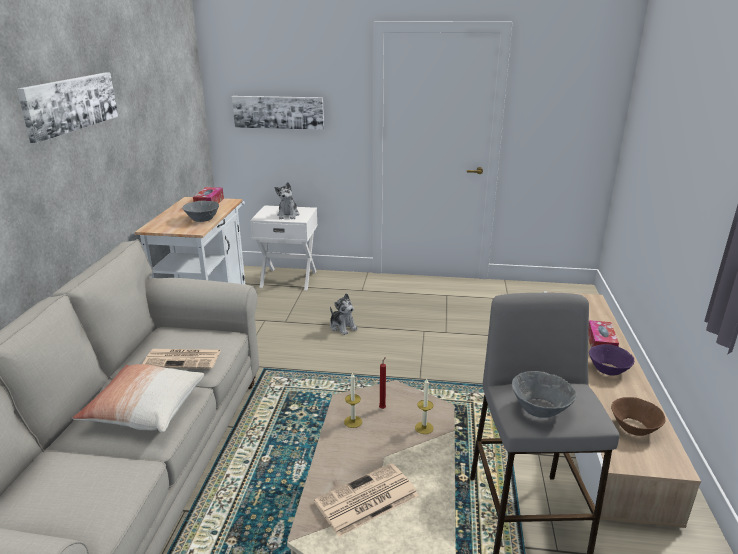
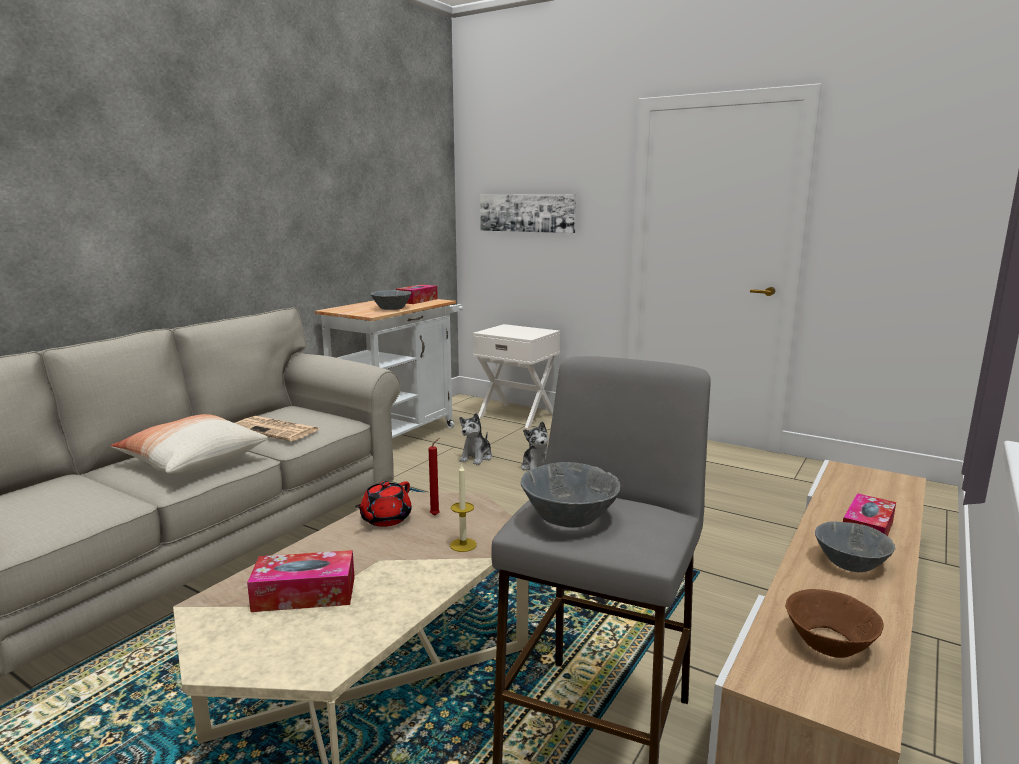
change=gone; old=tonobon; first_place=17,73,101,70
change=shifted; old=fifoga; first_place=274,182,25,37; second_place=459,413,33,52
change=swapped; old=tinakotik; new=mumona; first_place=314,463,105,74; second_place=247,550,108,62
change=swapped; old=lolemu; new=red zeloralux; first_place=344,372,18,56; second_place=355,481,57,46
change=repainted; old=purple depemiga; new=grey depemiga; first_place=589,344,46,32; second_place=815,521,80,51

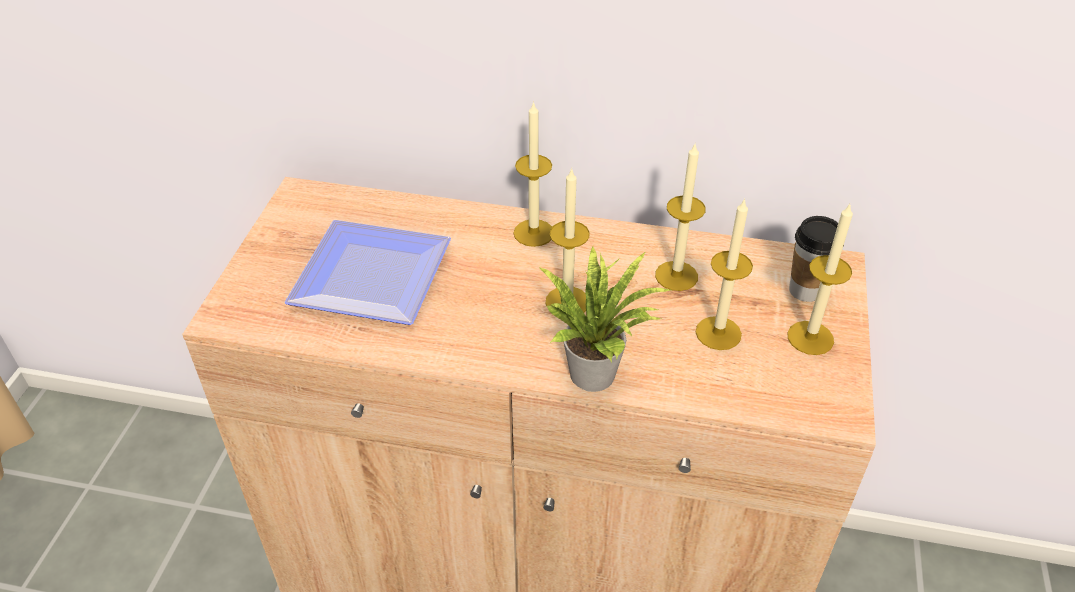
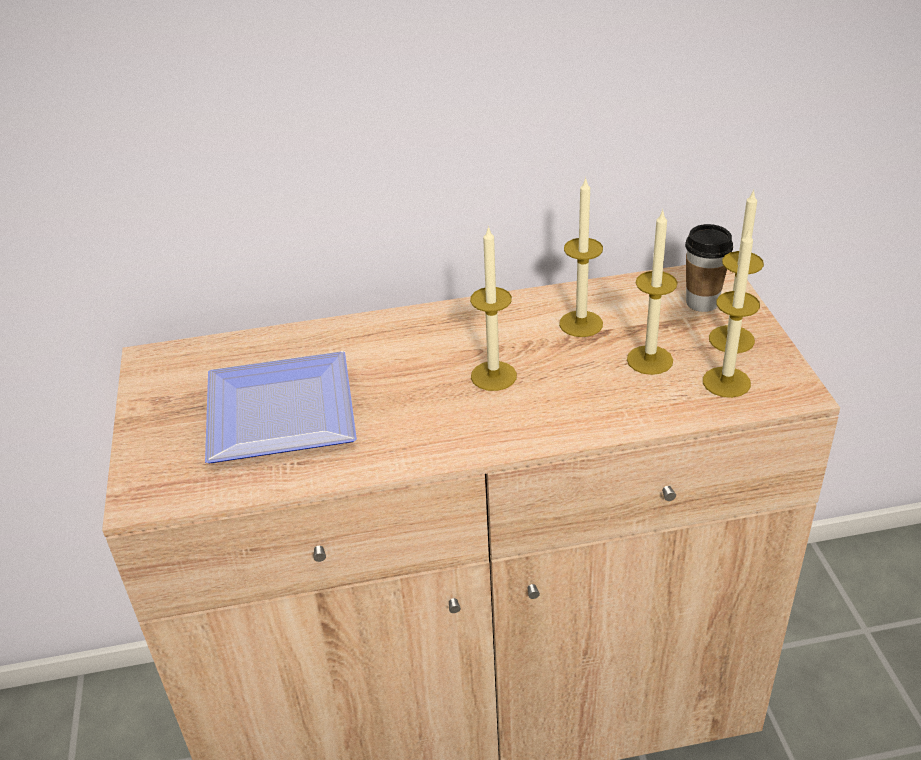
change=gone; old=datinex; first_place=538,245,135,147
change=shifted; old=lolemu; first_place=513,101,39,146; second_place=703,230,57,168

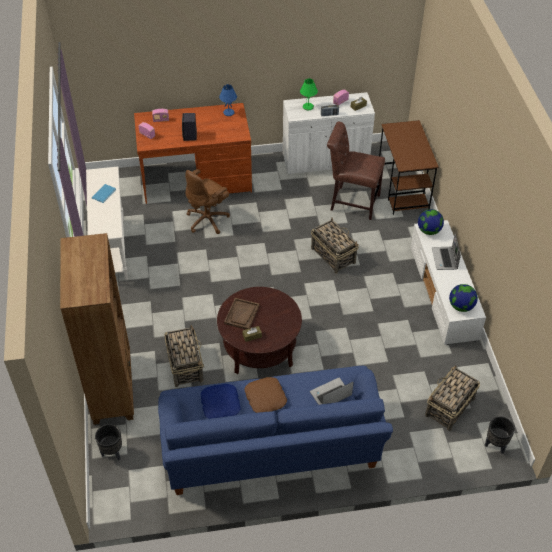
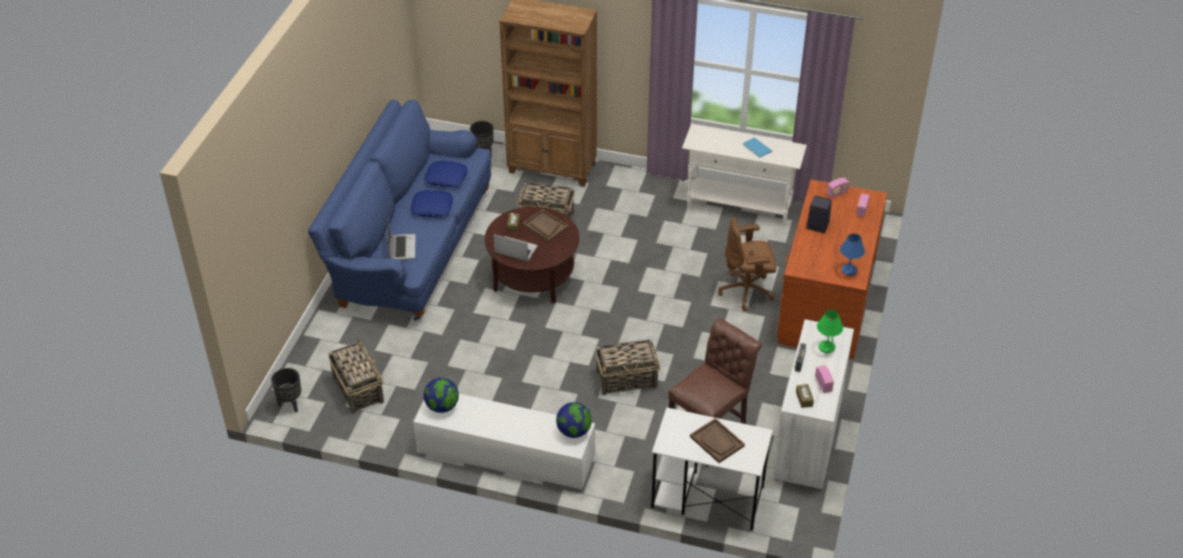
change=new; new=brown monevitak; second_place=690,418,55,45
change=shifted; old=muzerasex; first_place=432,234,29,36; second_place=493,234,45,27
change=repainted; old=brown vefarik; new=blue vefarik; first_place=244,377,43,36; second_place=411,190,42,27
change=repainted; old=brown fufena; new=white fufena; first_place=379,120,60,95; second_place=651,407,122,124
change=rotated; old=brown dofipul; first_place=185,169,45,65; second_place=718,217,59,95; degrees=-75

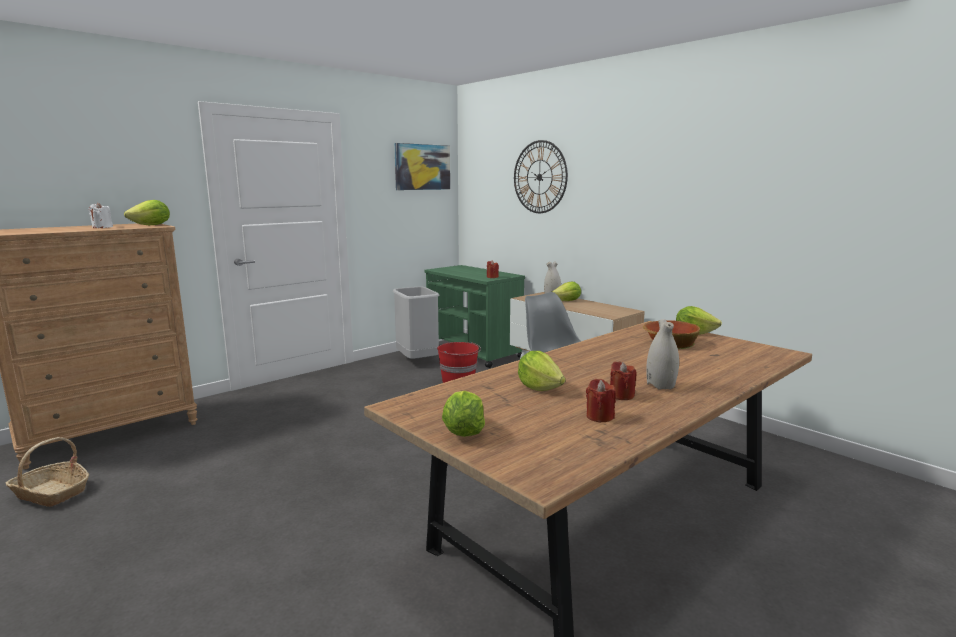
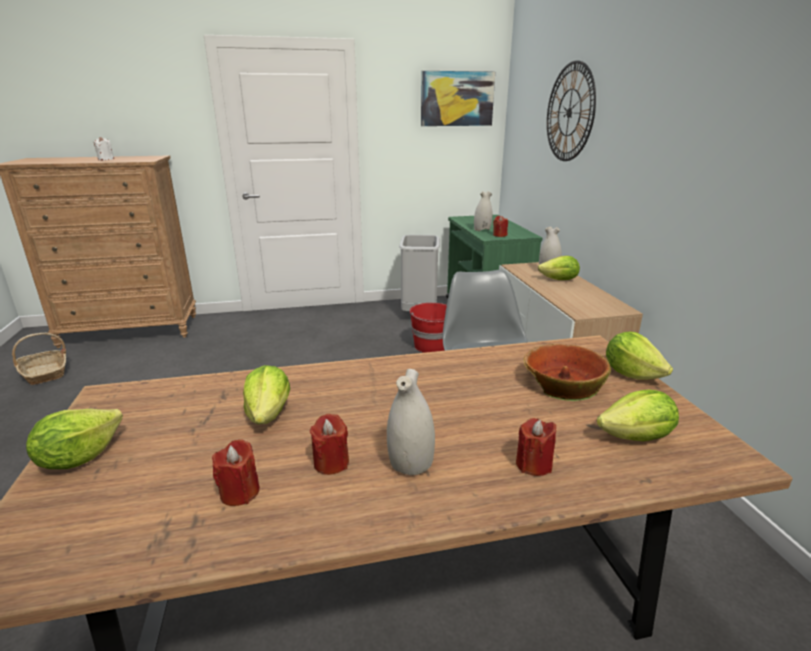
change=new; new=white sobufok; second_place=474,191,19,40
change=new; new=red lolemu; second_place=516,418,40,58
change=shifted; old=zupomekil; first_place=124,200,46,25; second_place=597,390,82,52

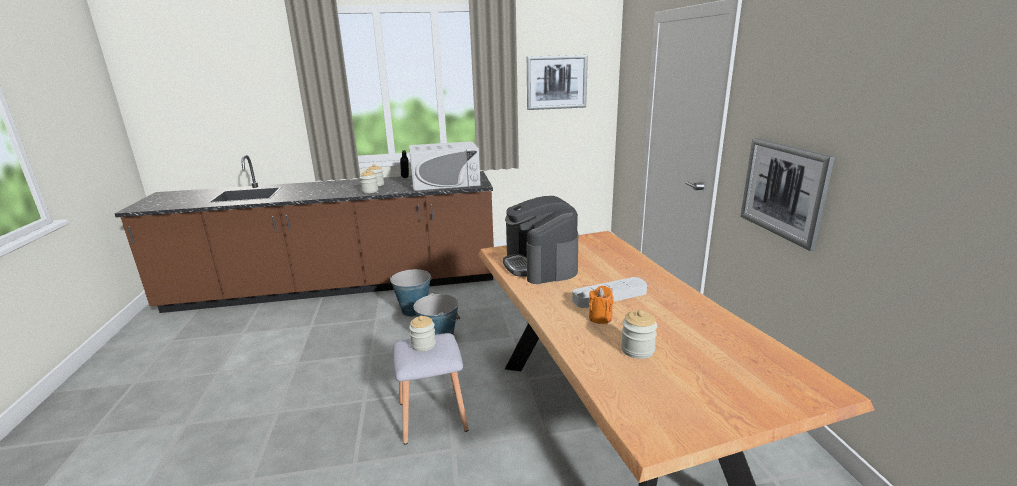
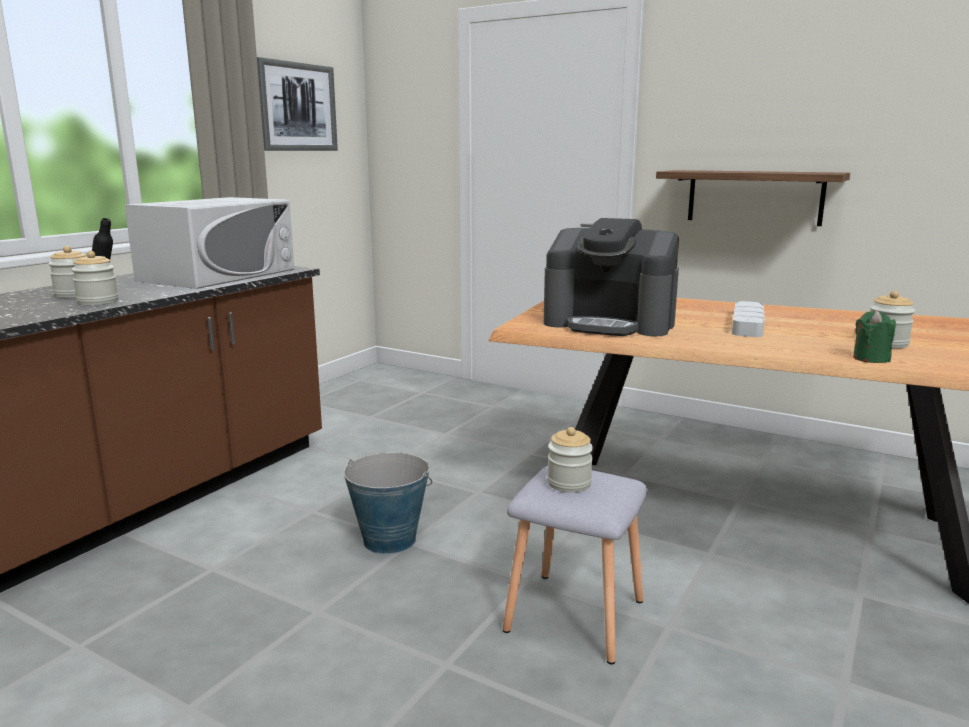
change=gone; old=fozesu; first_place=390,269,42,48
change=gone; old=orange lolemu; first_place=589,286,25,38
change=new; new=green lolemu; second_place=853,310,43,53
change=swapped; old=tonobon; new=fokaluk; first_place=740,138,95,113; second_place=656,170,194,56

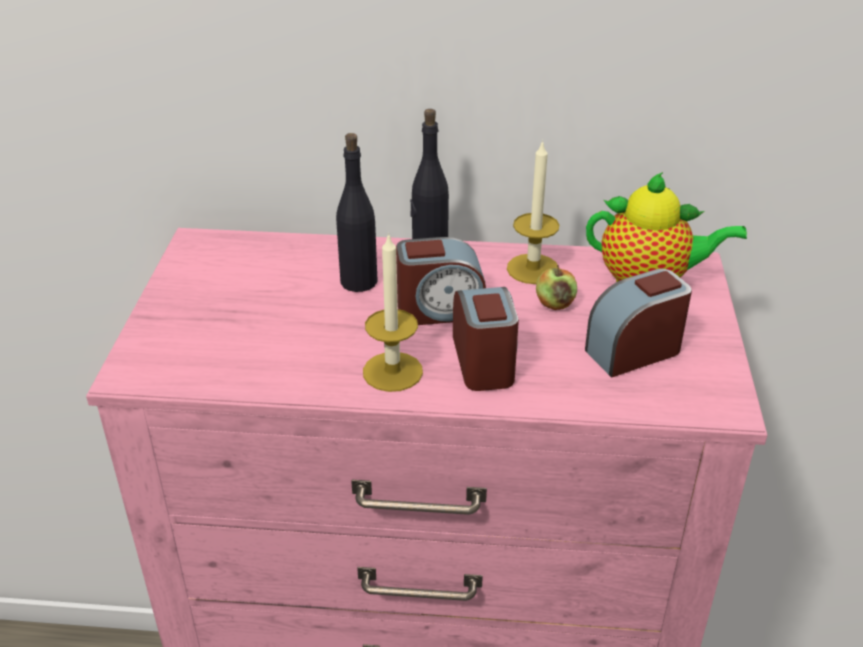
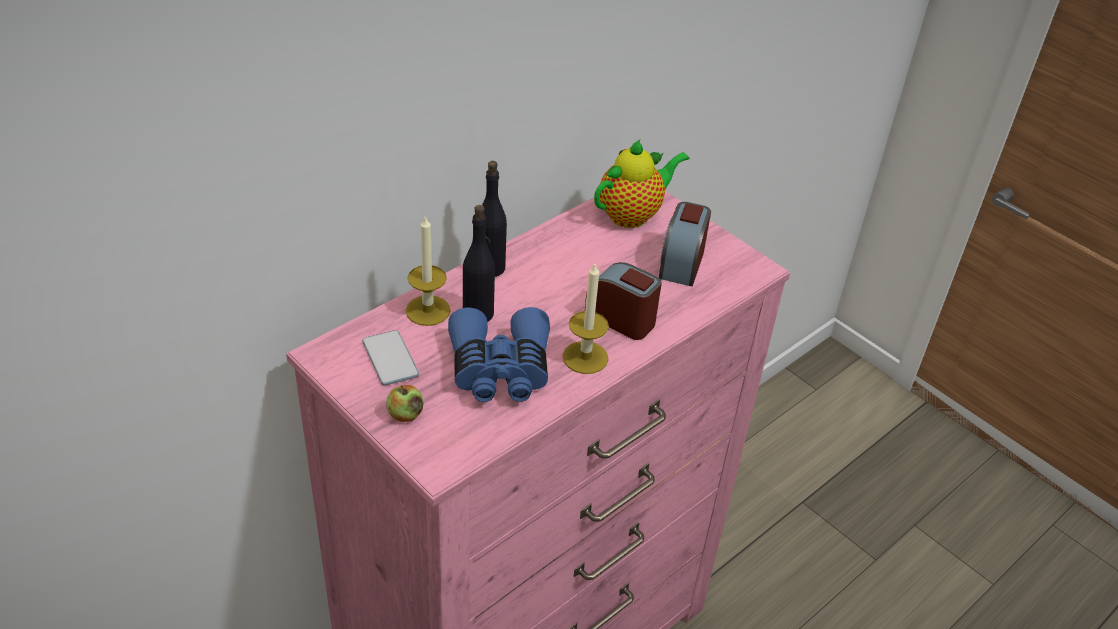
change=gone; old=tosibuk; first_place=396,237,90,88
change=new; new=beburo; second_place=362,330,57,56
change=new; new=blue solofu; second_place=448,307,102,95
change=shifted; old=lolemu; first_place=507,140,53,144; second_place=406,215,44,111
change=shifted; old=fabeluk; first_place=536,265,41,45; second_place=386,385,38,37

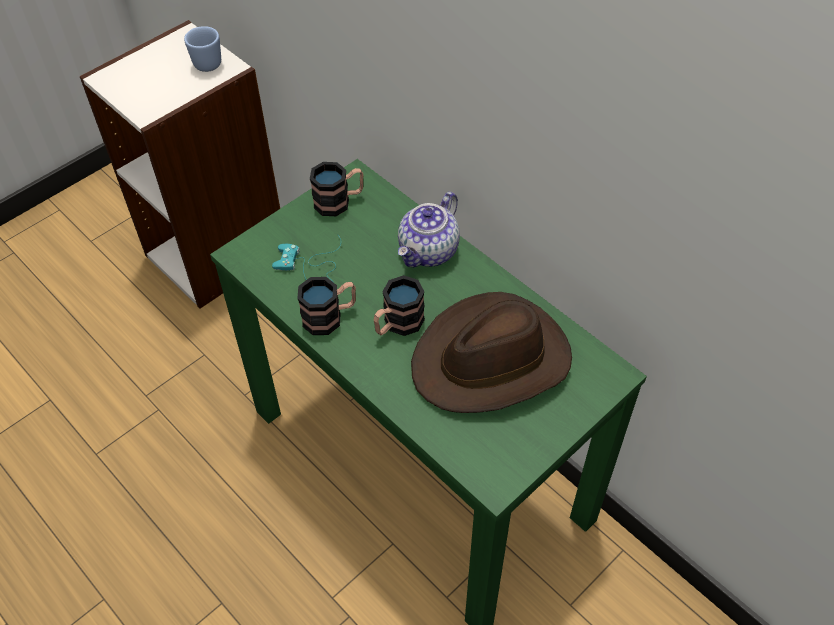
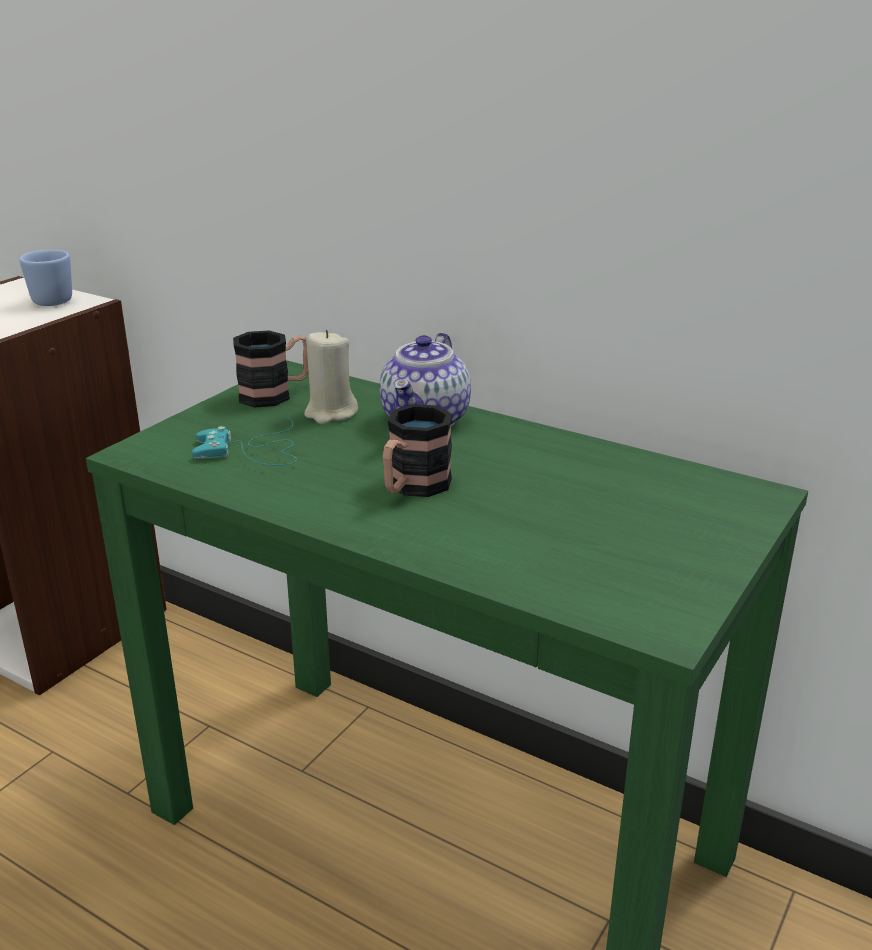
change=gone; old=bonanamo; first_place=297,277,59,58
change=gone; old=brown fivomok; first_place=411,292,161,121
change=new; new=beige lolemu; second_place=304,330,54,94

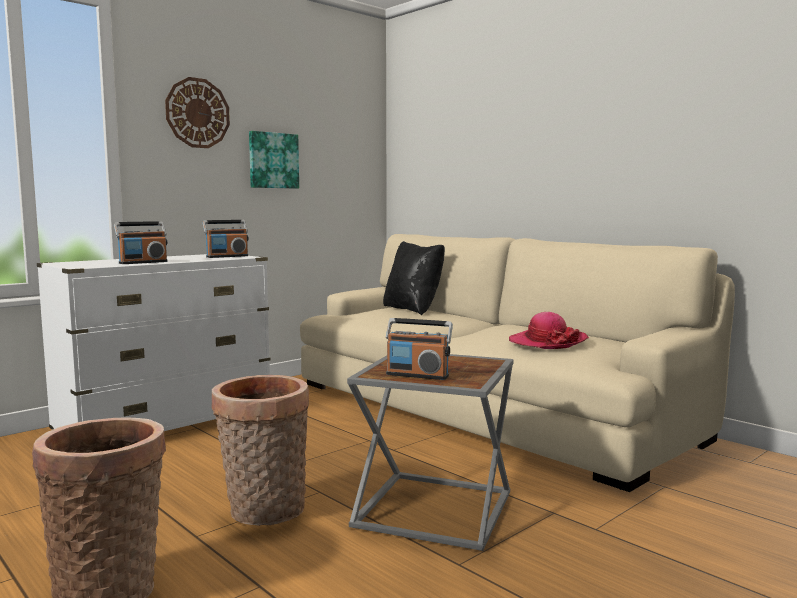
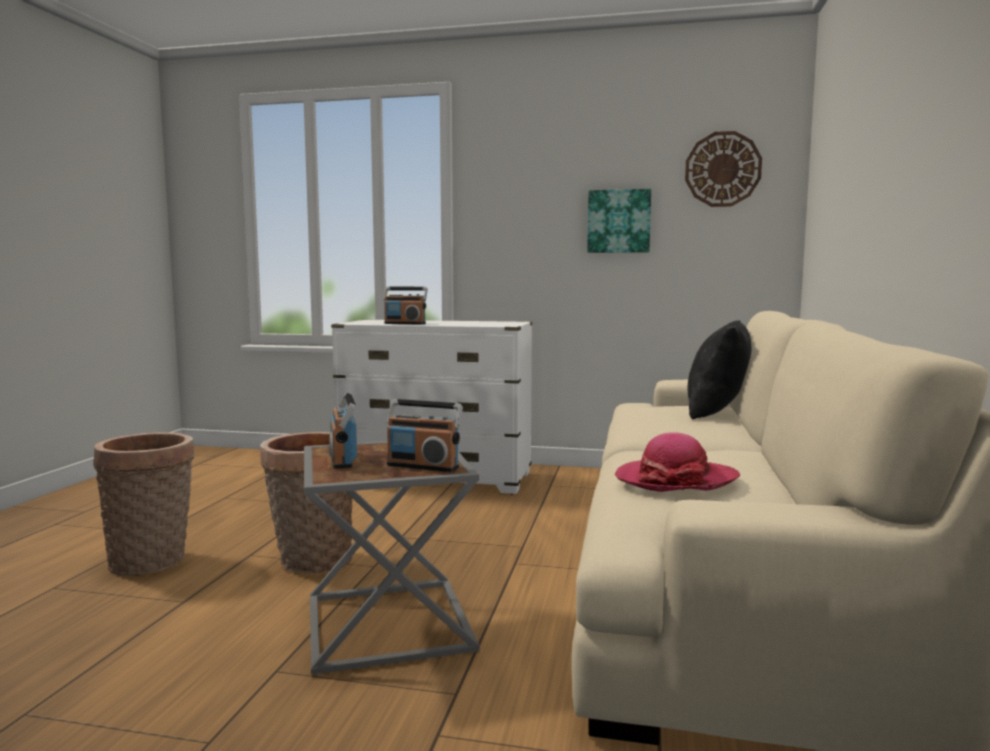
change=shifted; old=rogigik; first_place=165,77,65,71; second_place=685,131,77,76
change=shifted; old=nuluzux; first_place=203,220,46,38; second_place=386,399,77,73

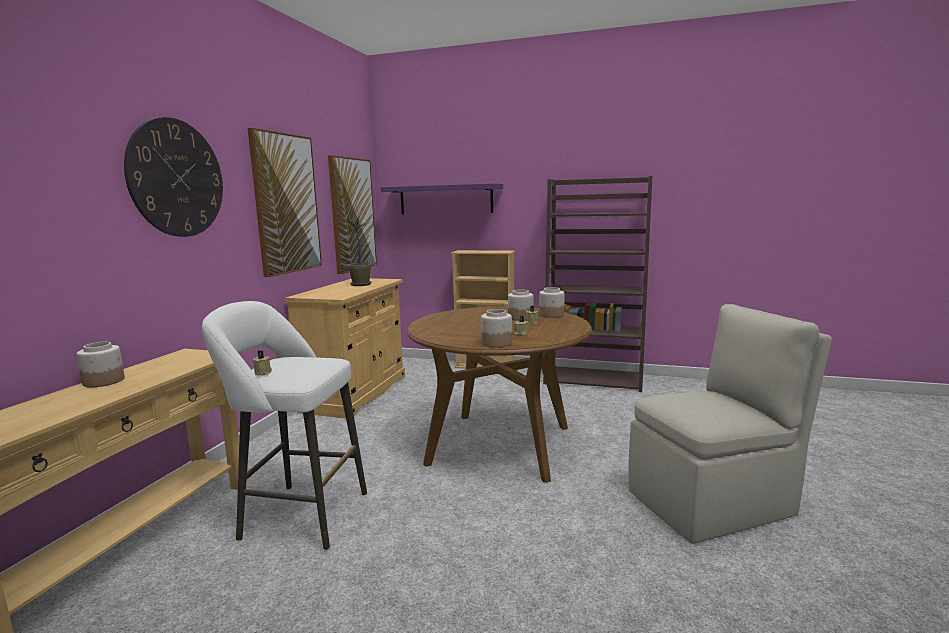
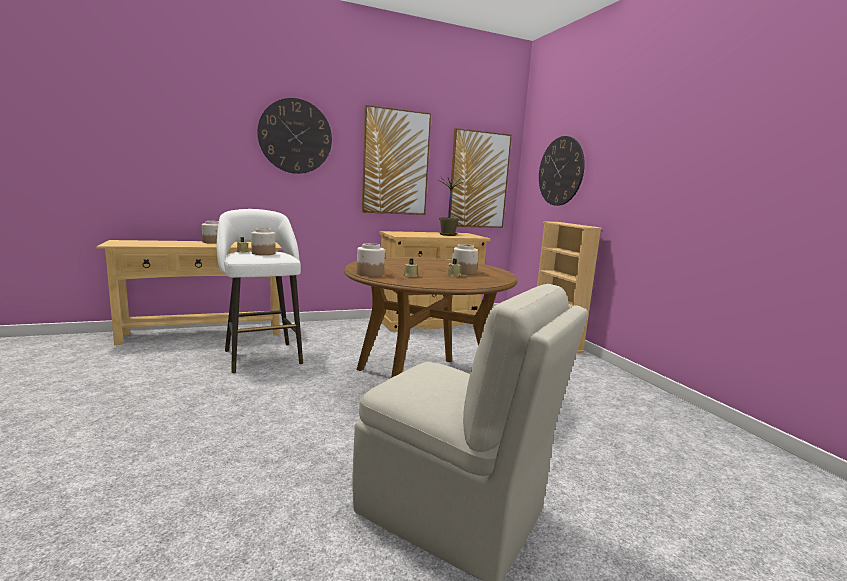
change=gone; old=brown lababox; first_place=543,176,109,216
change=shifted; old=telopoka; first_place=539,287,26,31; second_place=251,228,25,27
change=swapped; old=purple fokaluk; new=rogigik; first_place=381,183,122,31; second_place=539,136,46,70

